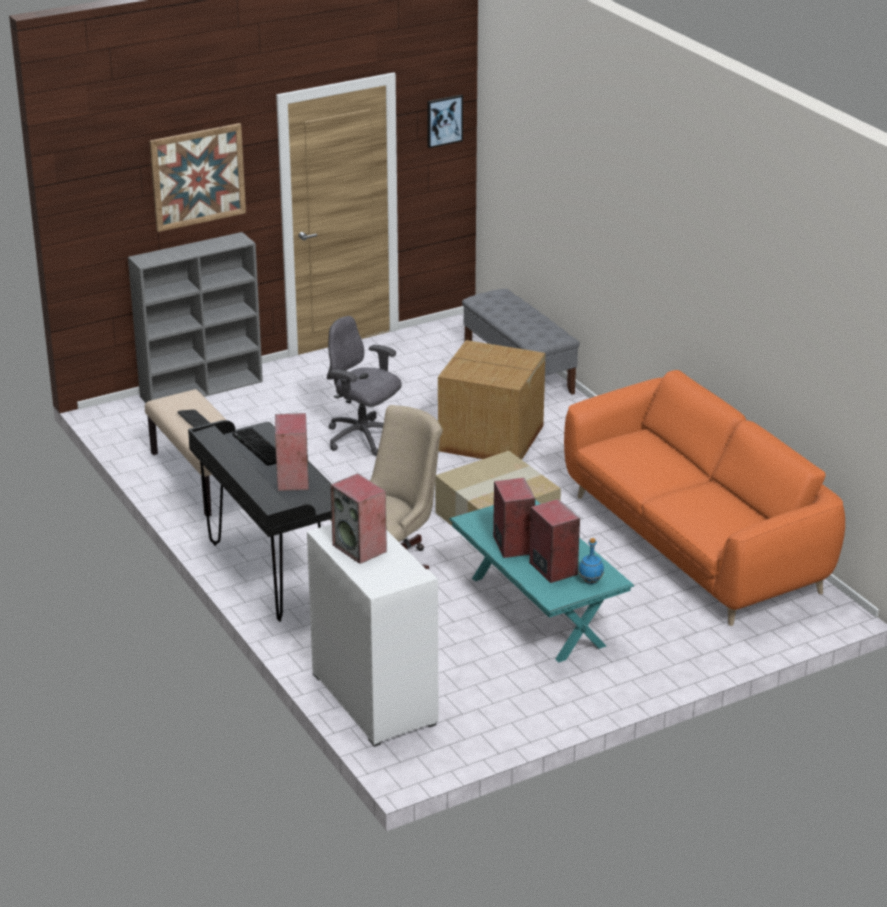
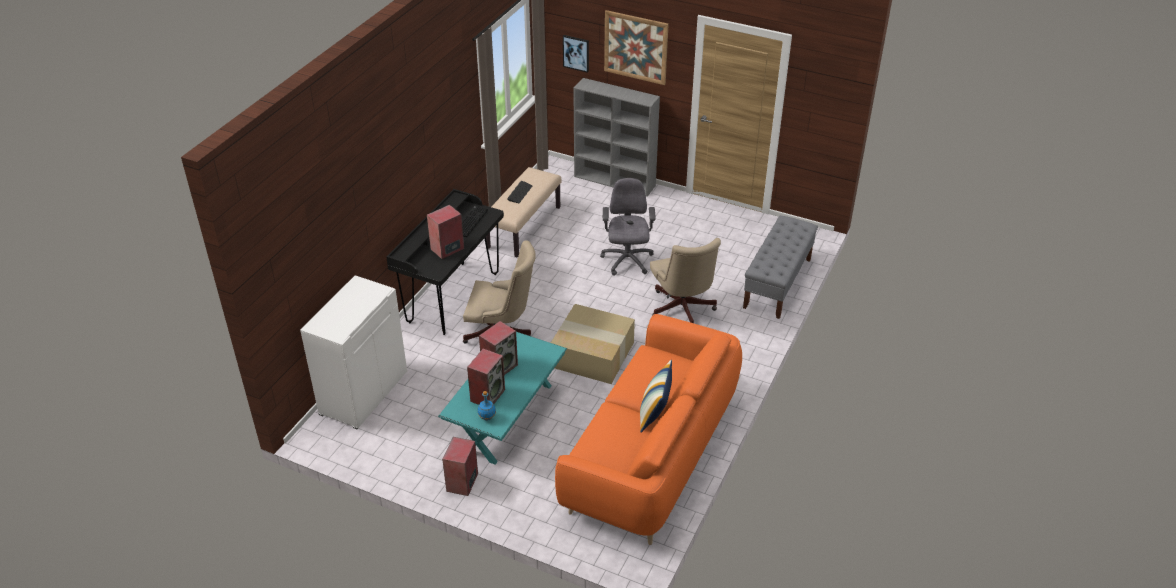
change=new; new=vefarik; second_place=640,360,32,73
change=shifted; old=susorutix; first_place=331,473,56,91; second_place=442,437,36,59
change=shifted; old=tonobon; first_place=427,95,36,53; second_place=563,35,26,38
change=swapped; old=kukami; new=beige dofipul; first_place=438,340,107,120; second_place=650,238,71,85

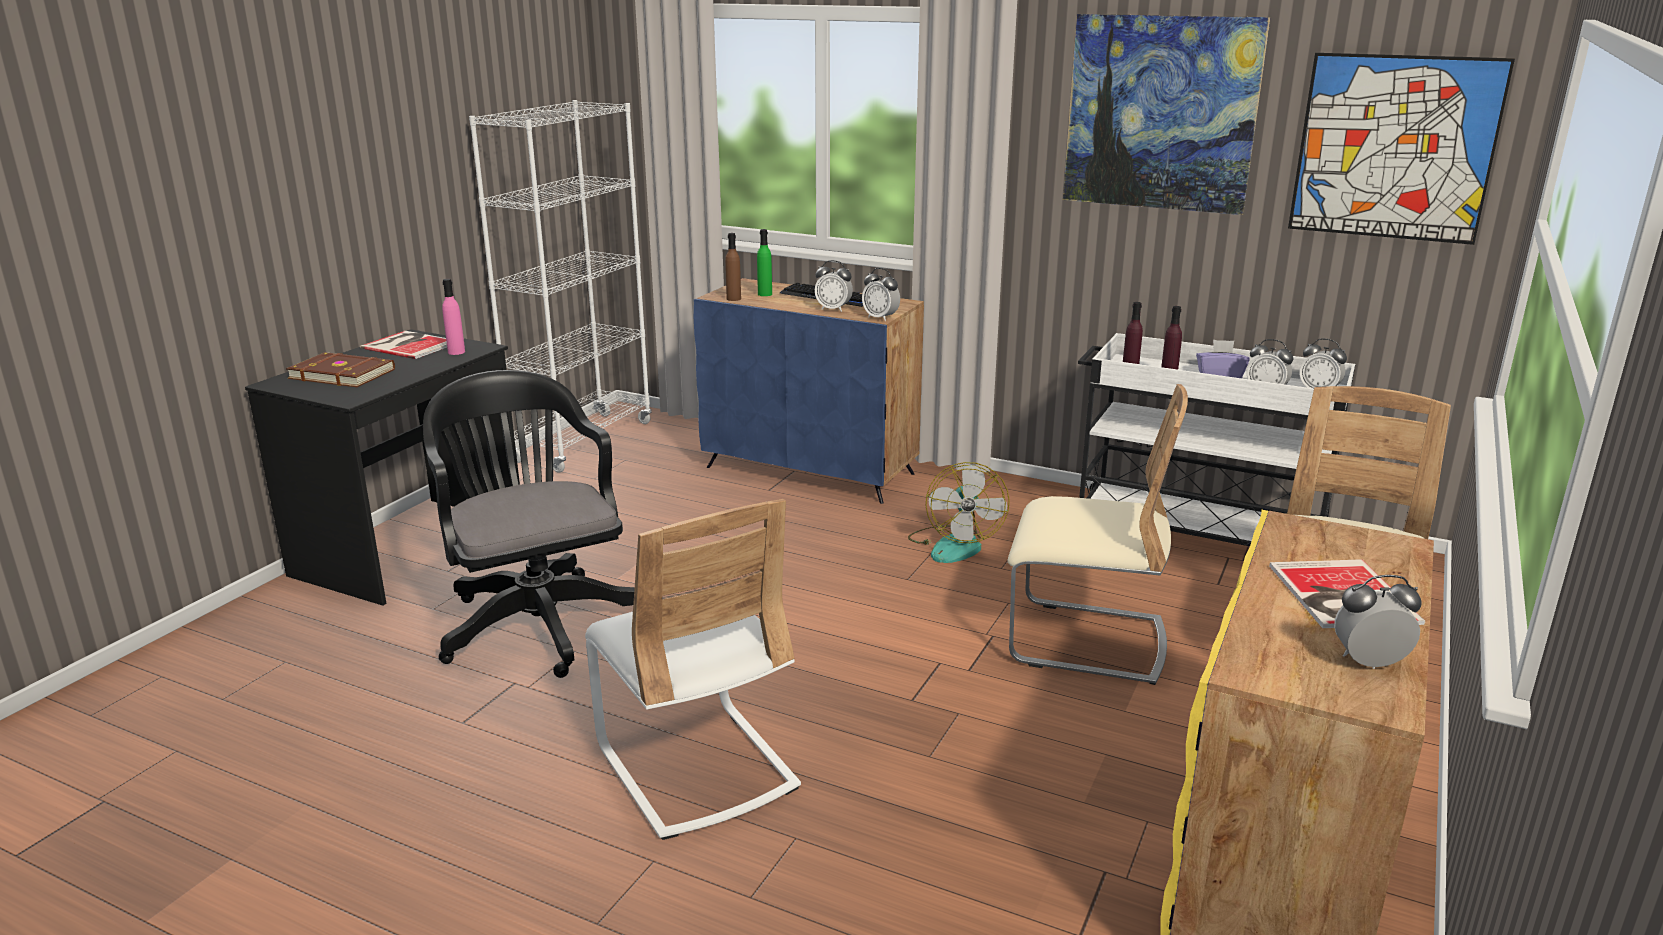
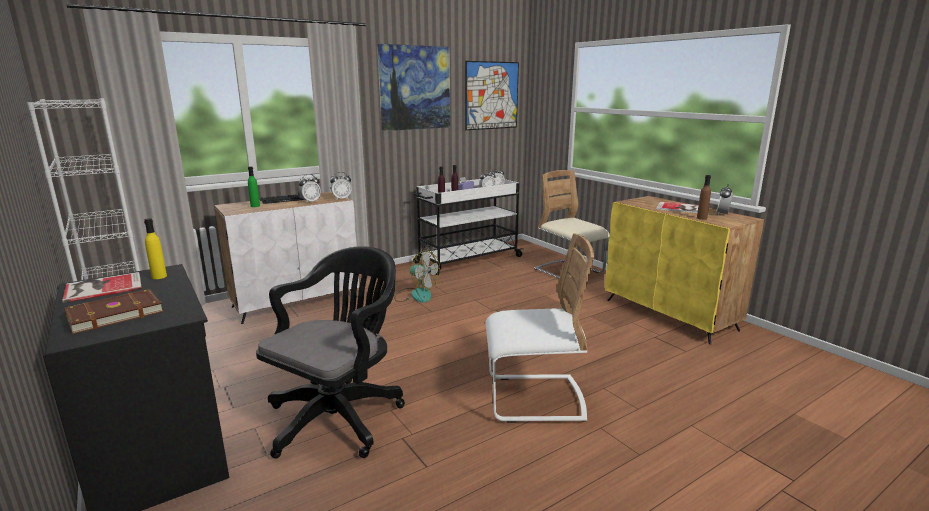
change=gone; old=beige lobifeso; first_place=1008,384,180,301
change=shifted; old=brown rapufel; first_place=725,233,16,68; second_place=697,175,14,45
change=repainted; old=pink rapufel; new=yellow rapufel; first_place=442,279,23,76; second_place=144,218,23,61
change=repainted; old=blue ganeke; new=white ganeke; first_place=694,278,230,226; second_place=214,192,145,132
change=rotated; old=black dofipul; first_place=423,370,212,308; second_place=256,246,149,213; degrees=120

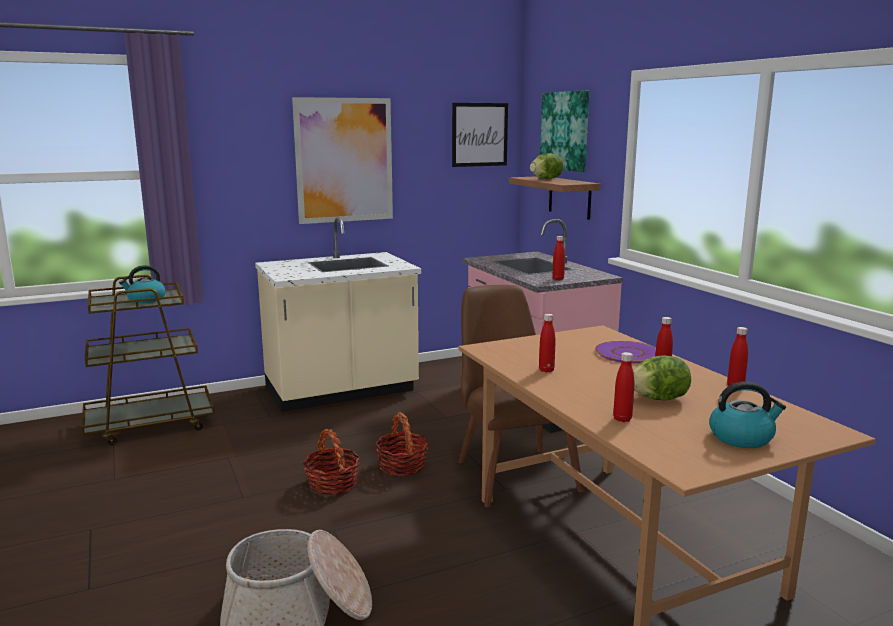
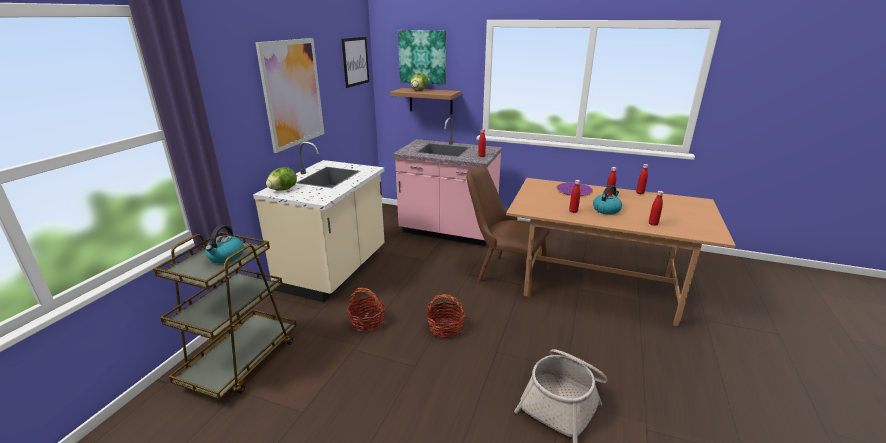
change=shifted; old=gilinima; first_place=375,412,54,64; second_place=347,288,38,44
change=shifted; old=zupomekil; first_place=633,355,58,46; second_place=266,167,31,23
change=shifted; old=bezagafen; first_place=709,382,77,66; second_place=593,185,29,30

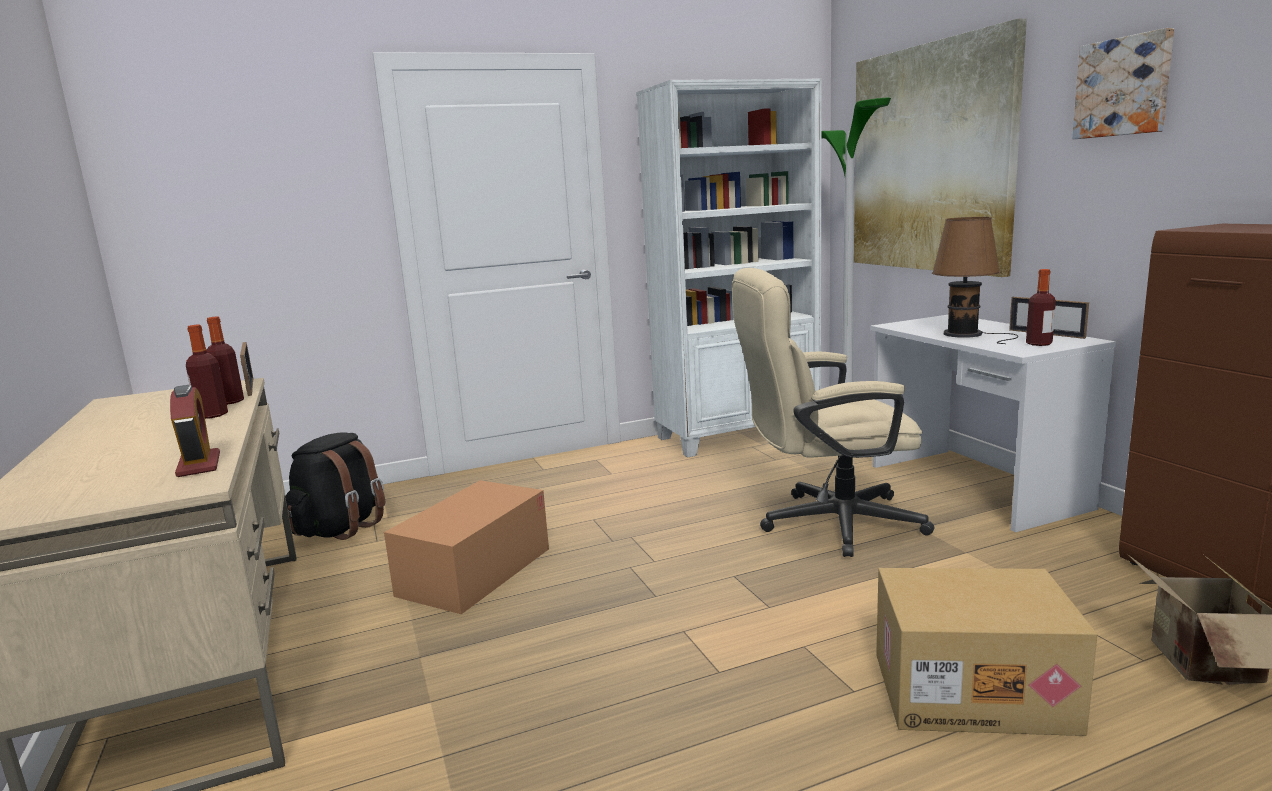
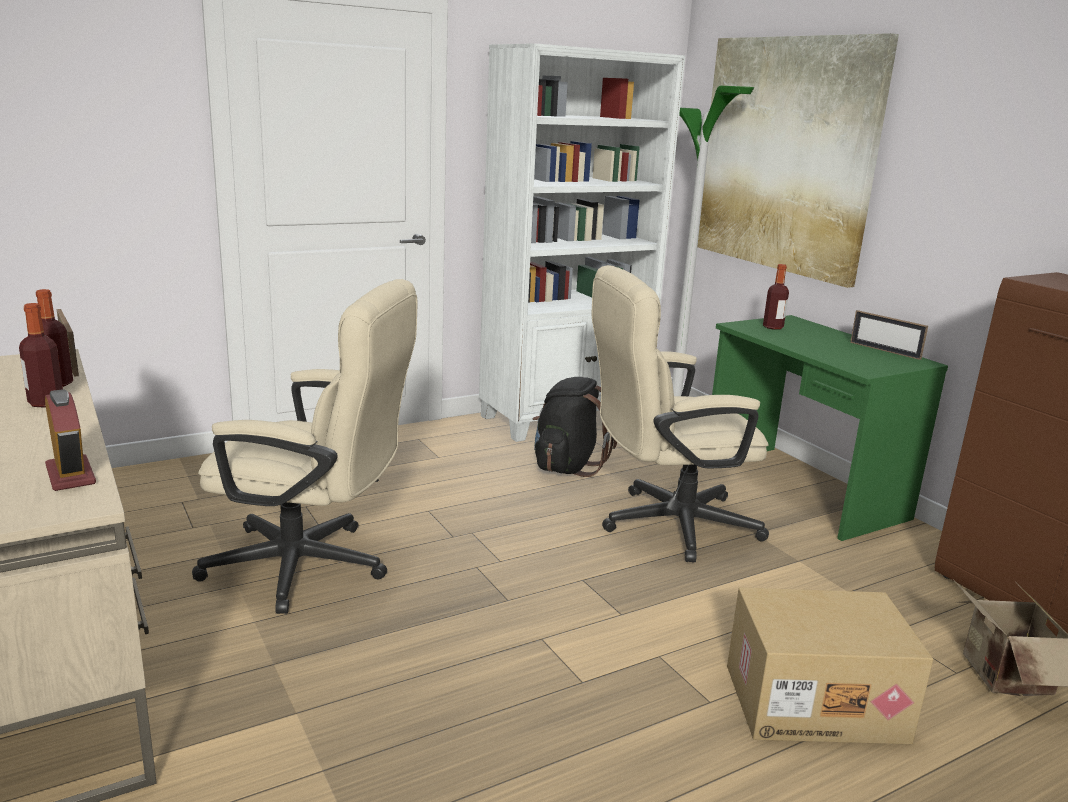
change=gone; old=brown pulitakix; first_place=932,217,86,127
change=gone; old=tonobon; first_place=1072,28,102,111
change=shifted; old=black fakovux; first_place=285,432,100,108; second_place=533,377,84,100
change=shifted; old=rapufel; first_place=1026,269,30,77; second_place=763,264,26,66
change=swapped; old=kukami; new=beige dofipul; first_place=384,480,165,134; second_place=192,279,226,335
change=repainted; old=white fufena; new=green fufena; first_place=870,315,246,217; second_place=712,315,236,226

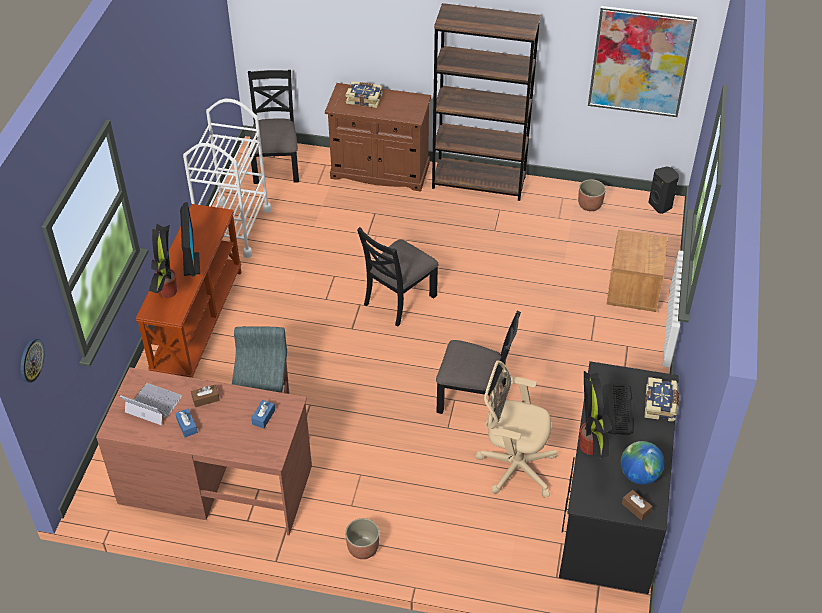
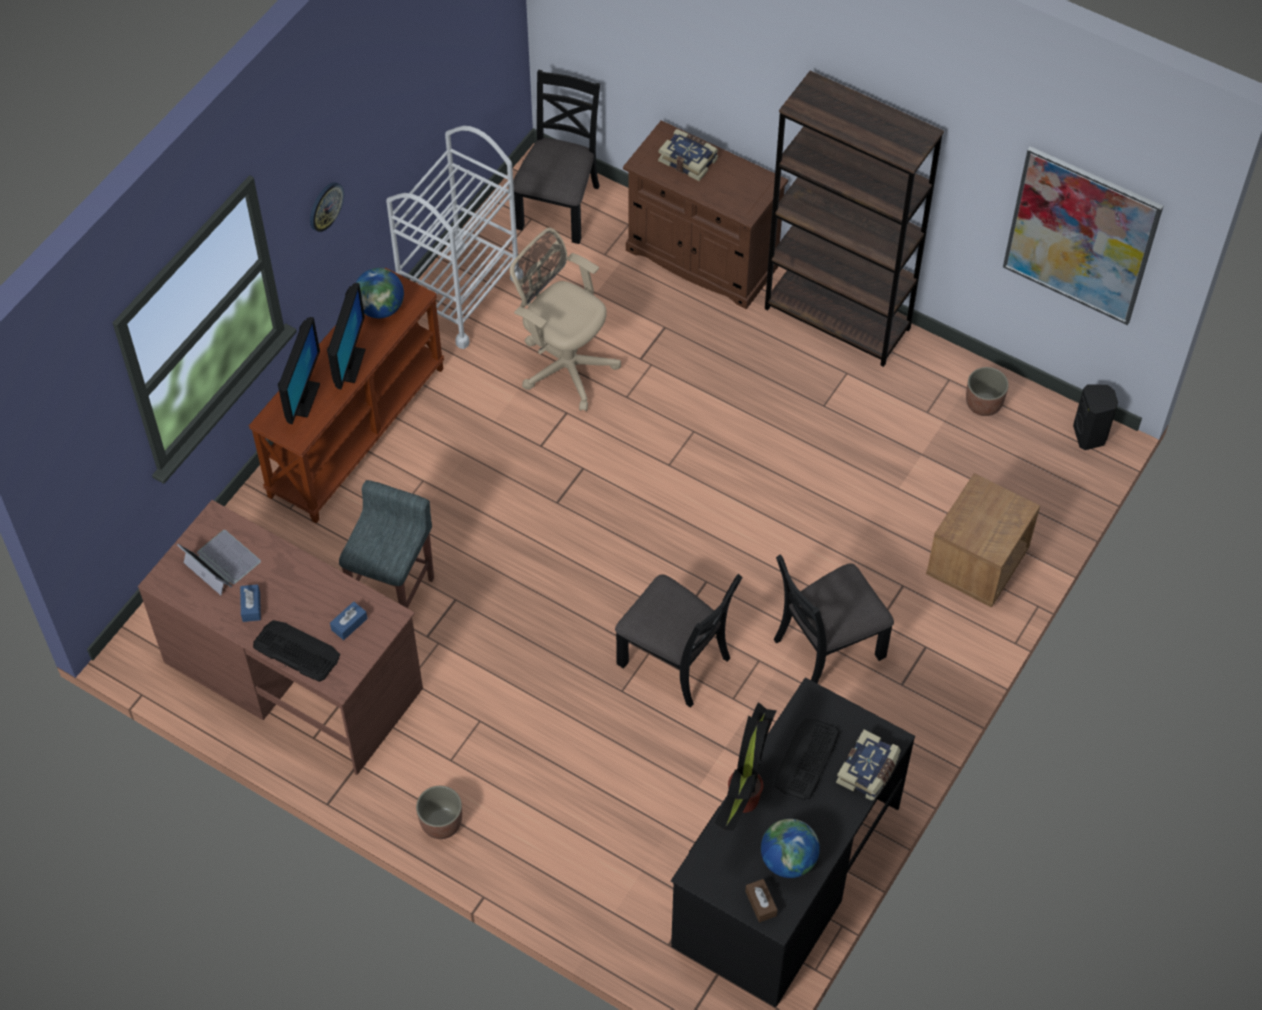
change=gone; old=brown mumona; first_place=191,385,29,22
change=new; new=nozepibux; second_place=253,620,87,62
change=new; new=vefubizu; second_place=356,268,48,50
change=shifted; old=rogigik; first_place=21,339,23,44; second_place=310,182,34,50
change=shifted; old=black lobifeso; first_place=357,227,82,100; second_place=774,554,120,129
change=shifted; old=beige dofipul; first_place=475,360,83,138; second_place=510,228,111,183
change=swapped; old=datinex; new=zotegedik; first_place=149,224,28,74; second_place=278,317,42,107

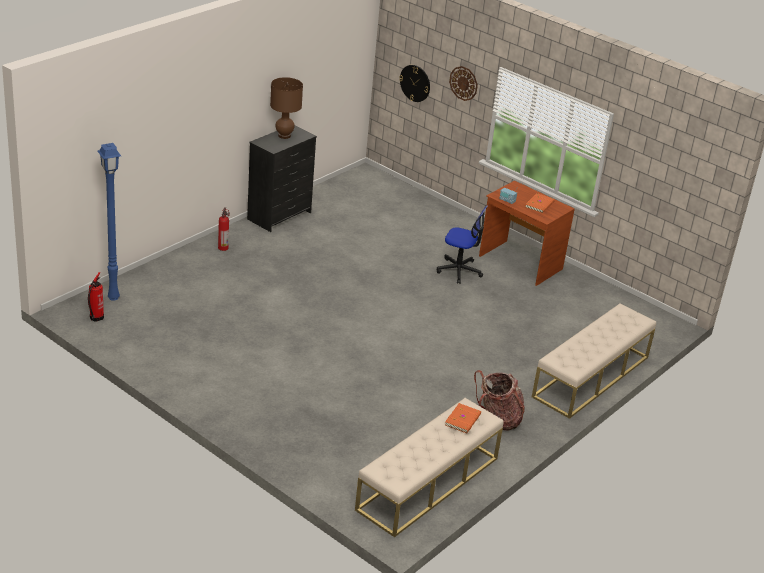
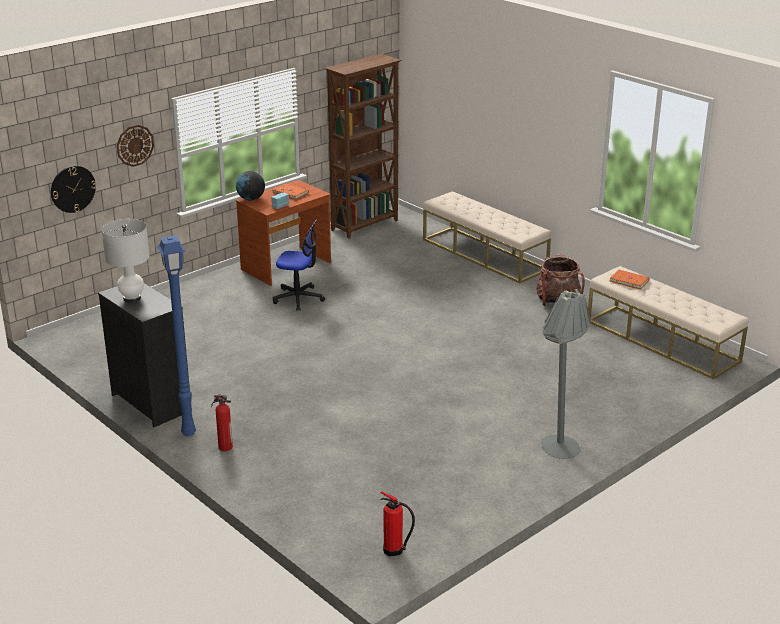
change=new; new=vefubizu; second_place=236,171,29,29
change=new; new=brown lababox; second_place=325,54,77,185
change=new; new=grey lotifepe; second_place=541,289,50,170
change=shifted; old=blue lotifepe; first_place=98,143,23,158; second_place=157,235,39,202
change=repainted; old=brown pulitakix; new=white pulitakix; first_place=270,77,33,62; second_place=102,219,48,84
change=rotated; old=dofipul; first_place=437,205,51,79; second_place=273,219,52,92; degrees=75

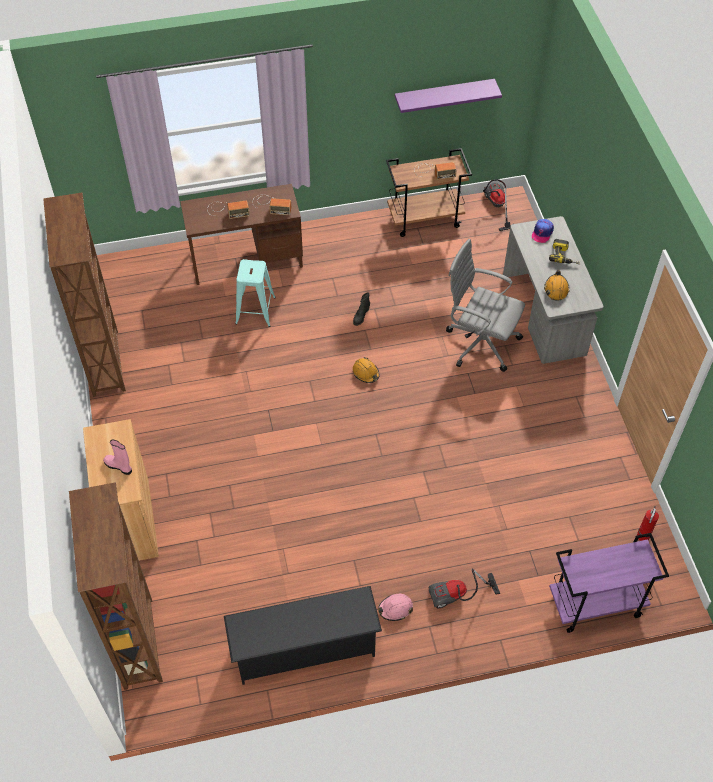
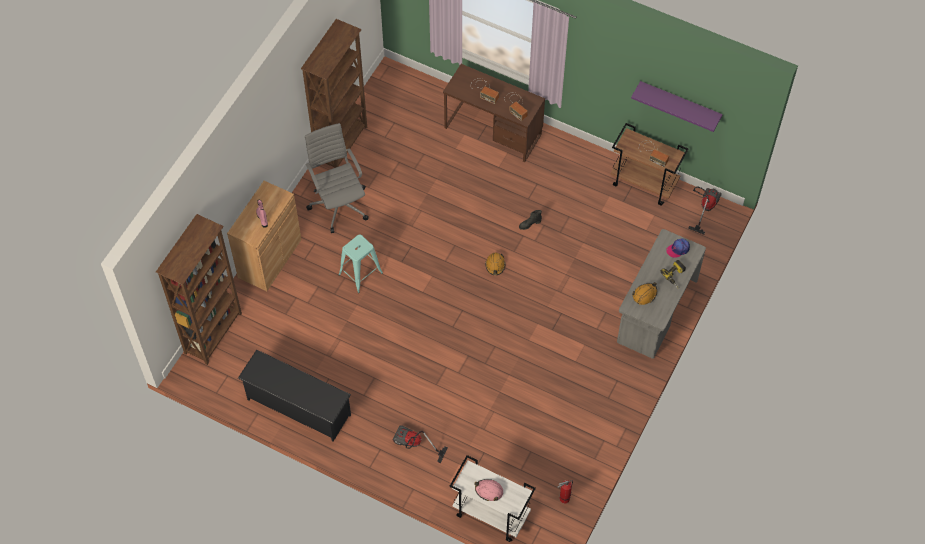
change=shifted; old=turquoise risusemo; first_place=235,259,41,68; second_place=338,234,45,59
change=shifted; old=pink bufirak; first_place=378,594,35,27; second_place=474,479,29,22
change=shifted; old=grey dofipul; first_place=446,239,79,133; second_place=305,123,64,110
change=repainted; old=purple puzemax; new=white puzemax; first_place=549,533,120,100; second_place=449,455,87,87

